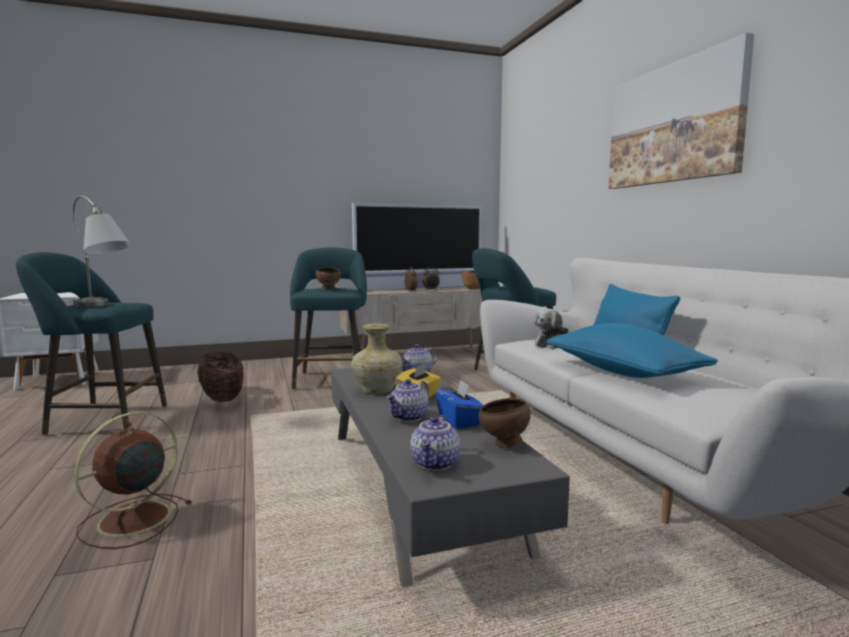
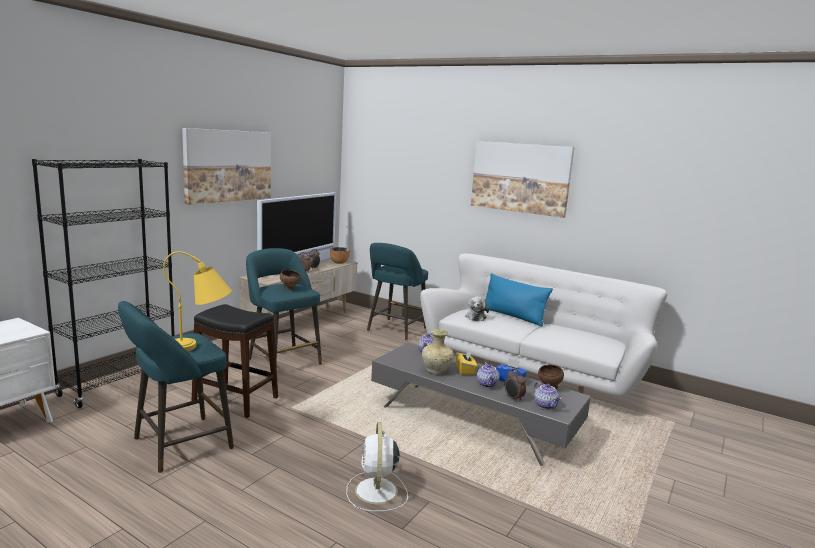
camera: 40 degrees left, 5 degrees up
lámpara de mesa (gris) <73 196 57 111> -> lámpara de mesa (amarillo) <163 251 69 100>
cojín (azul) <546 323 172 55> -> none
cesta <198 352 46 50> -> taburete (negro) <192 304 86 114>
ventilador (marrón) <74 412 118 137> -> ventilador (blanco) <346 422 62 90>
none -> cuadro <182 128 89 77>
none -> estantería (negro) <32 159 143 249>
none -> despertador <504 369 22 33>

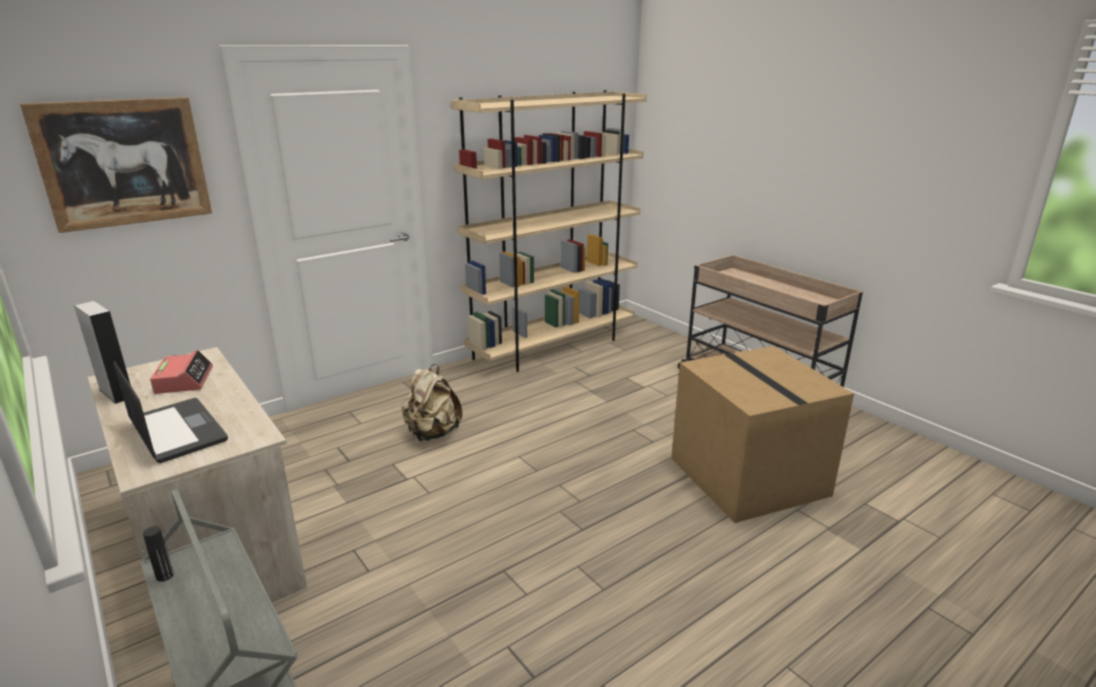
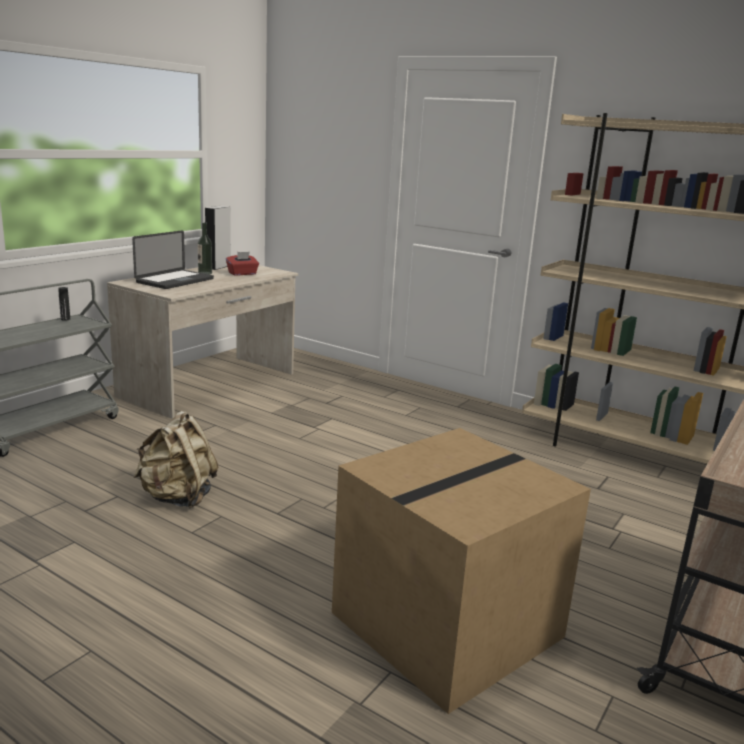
camera: 70 degrees right, 5 degrees down
cuadro <20 97 192 136> -> none
despertador <150 350 63 44> -> caja de pañuelos (rojo) <226 252 33 24>
mochila (beis) <401 364 61 78> -> mochila (beis) <133 411 85 97>, moved
none -> botella <198 222 14 52>

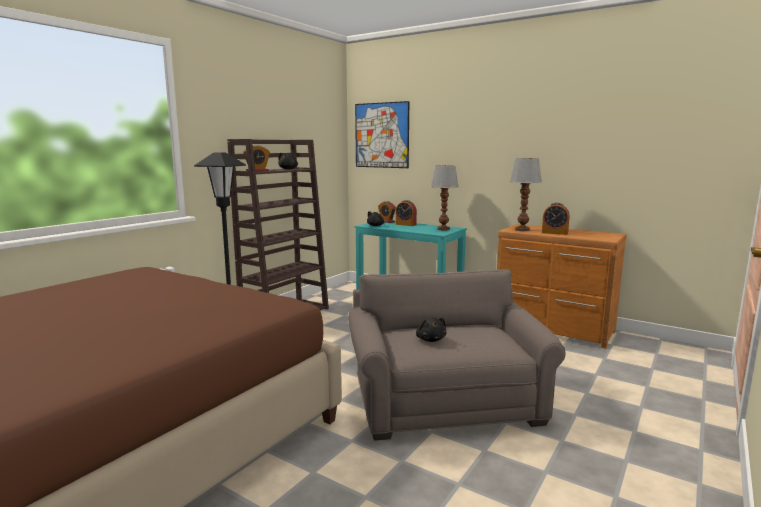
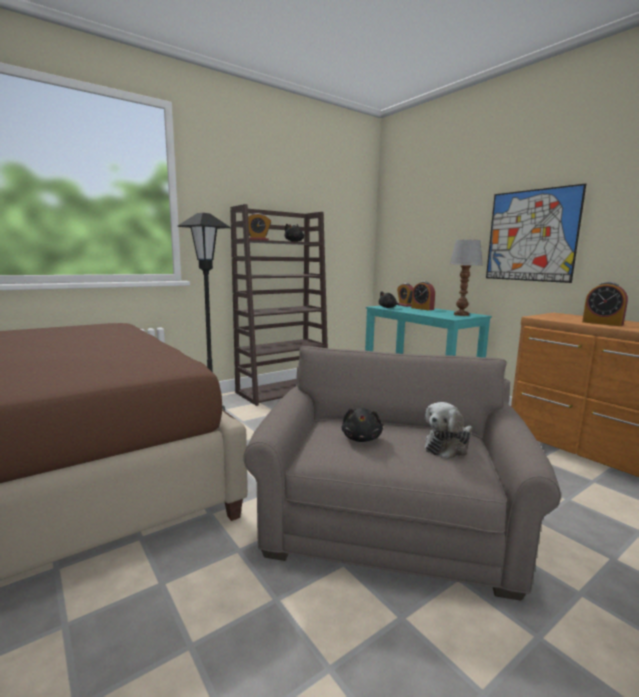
camera: 20 degrees right, 0 degrees up
cuadro <355 101 54 67> -> cuadro <486 183 100 100>, moved
lámpara de mesa <510 158 32 73> -> none
none -> peluche <424 402 48 57>

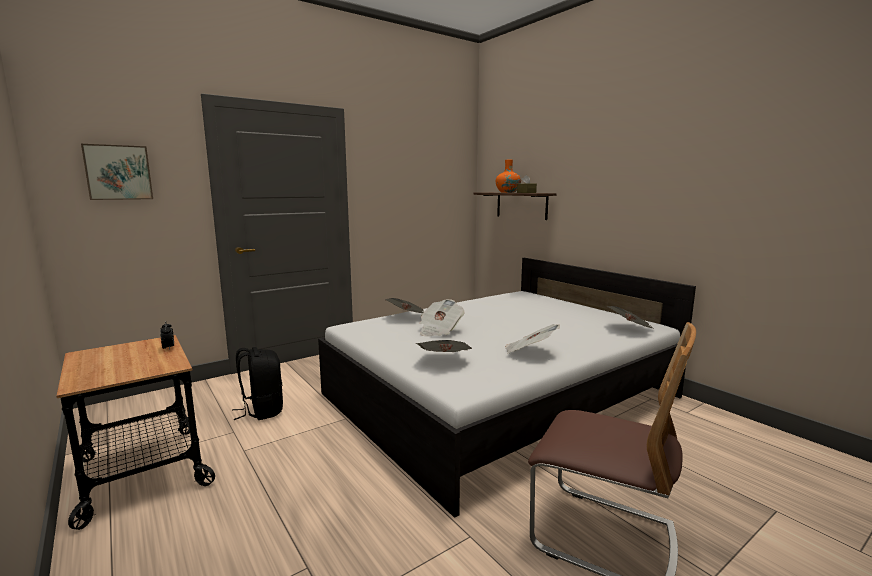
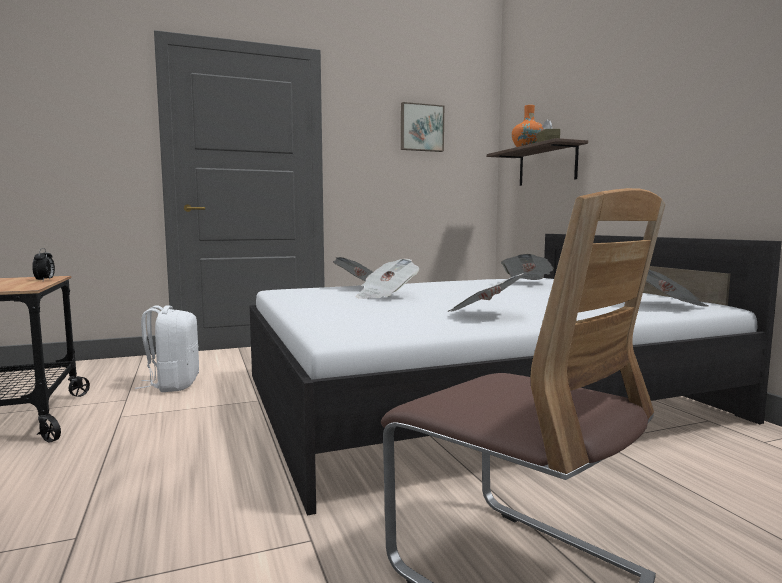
camera: 15 degrees right, 5 degrees down
cuadro <81 144 72 56> -> cuadro <401 102 43 50>, moved
periódico <416 340 56 12> -> periódico <501 254 53 26>, moved
mochila (negro) <232 347 51 73> -> mochila (blanco) <135 305 64 87>

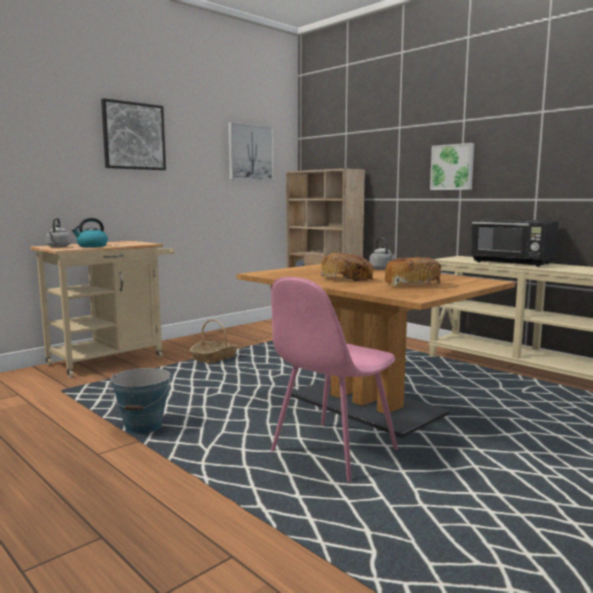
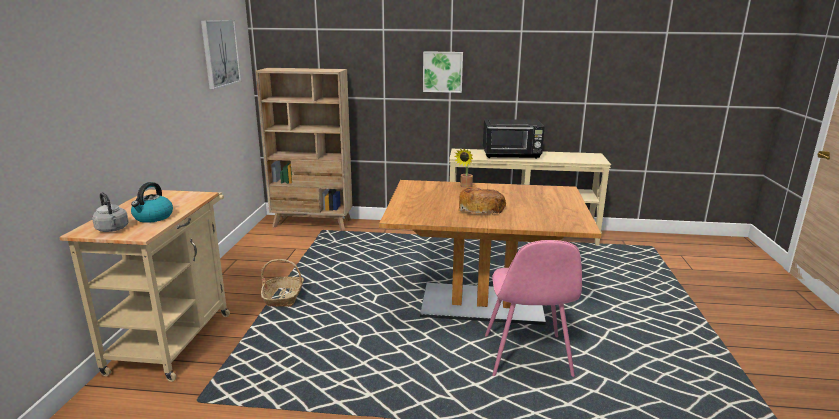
camera: 40 degrees left, 10 degrees up
cuadro <101 98 65 72> -> none
hervidor (gris) <370 238 25 32> -> planta en maceta <454 149 19 39>
pan <385 257 56 29> -> none
cubo <110 368 61 66> -> none

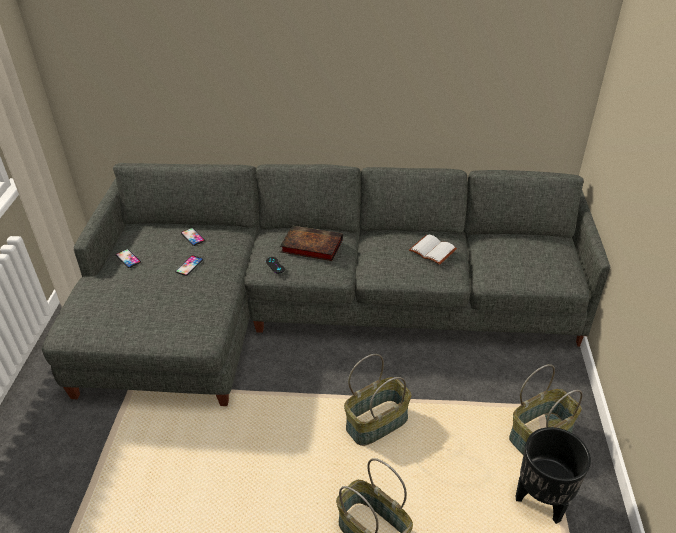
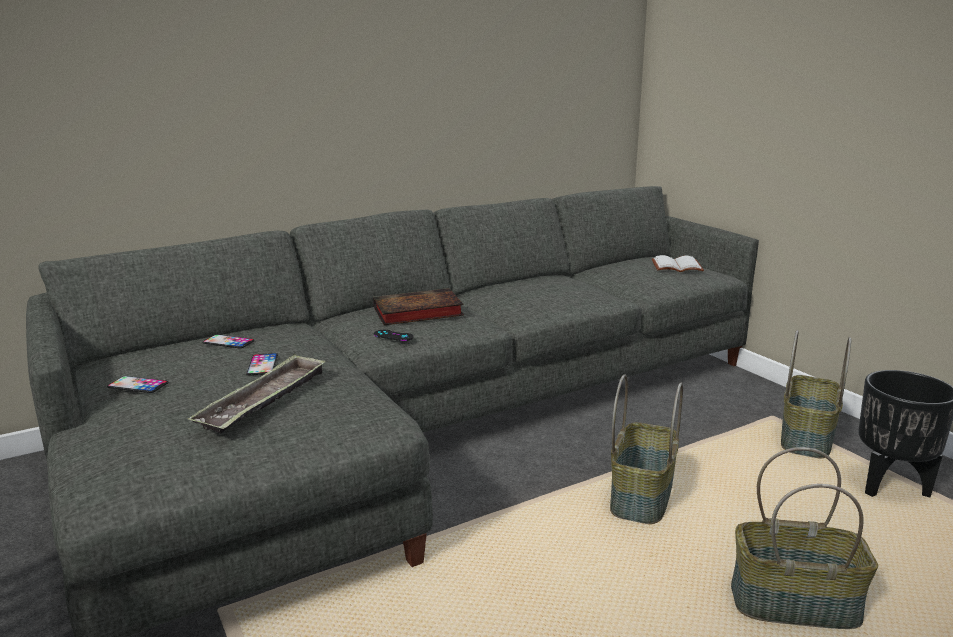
camera: 35 degrees left, 20 degrees down
libro (blanco) <409 234 48 31> -> libro (blanco) <652 255 52 17>, moved
none -> bandeja <188 354 138 80>

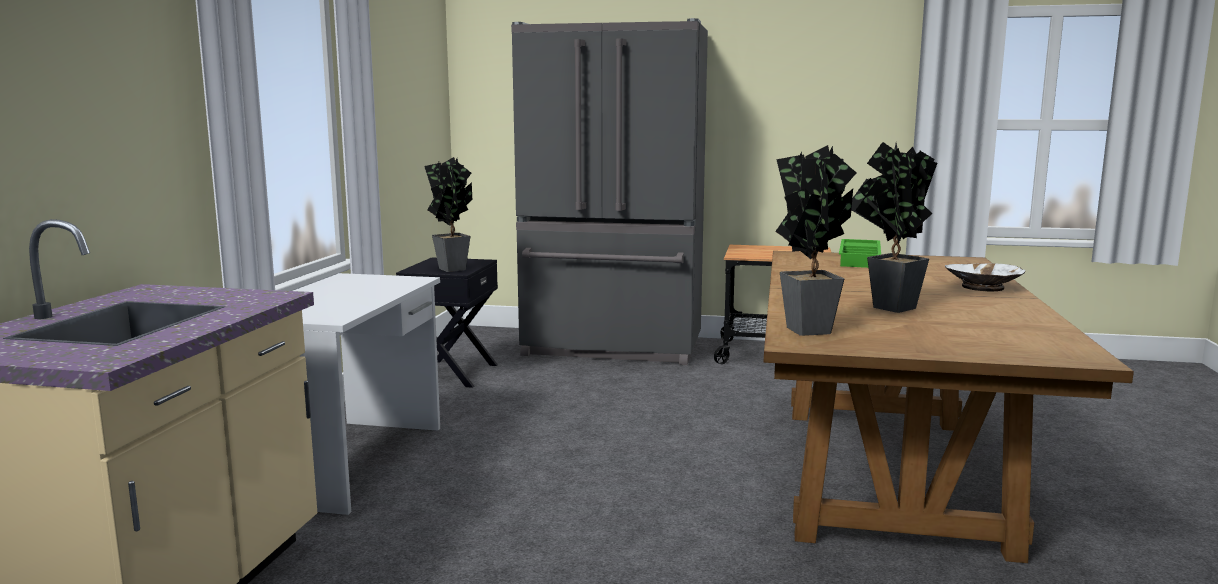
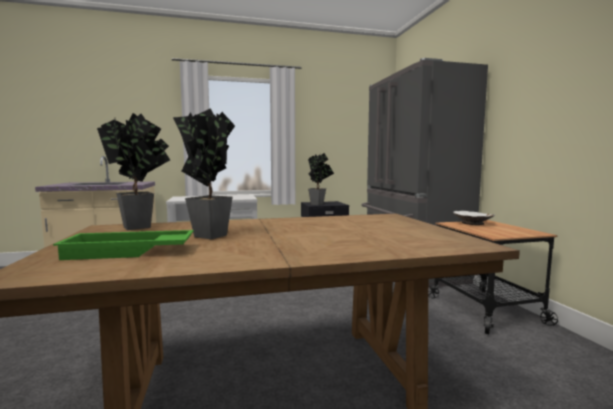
camera: 65 degrees right, 5 degrees down
bandeja (verde) <839 239 42 29> -> bandeja (verde) <53 230 141 30>, moved
cuenco (blanco) <945 263 81 28> -> cuenco (blanco) <453 211 42 14>, moved

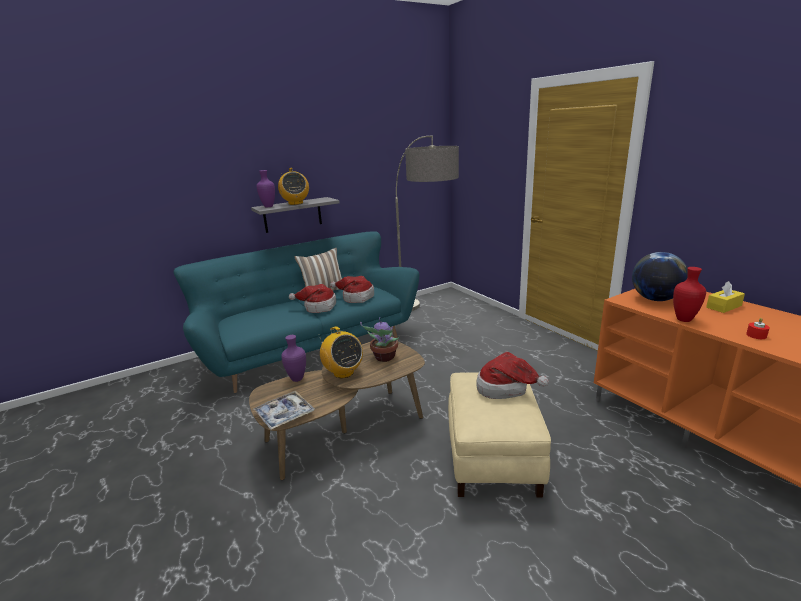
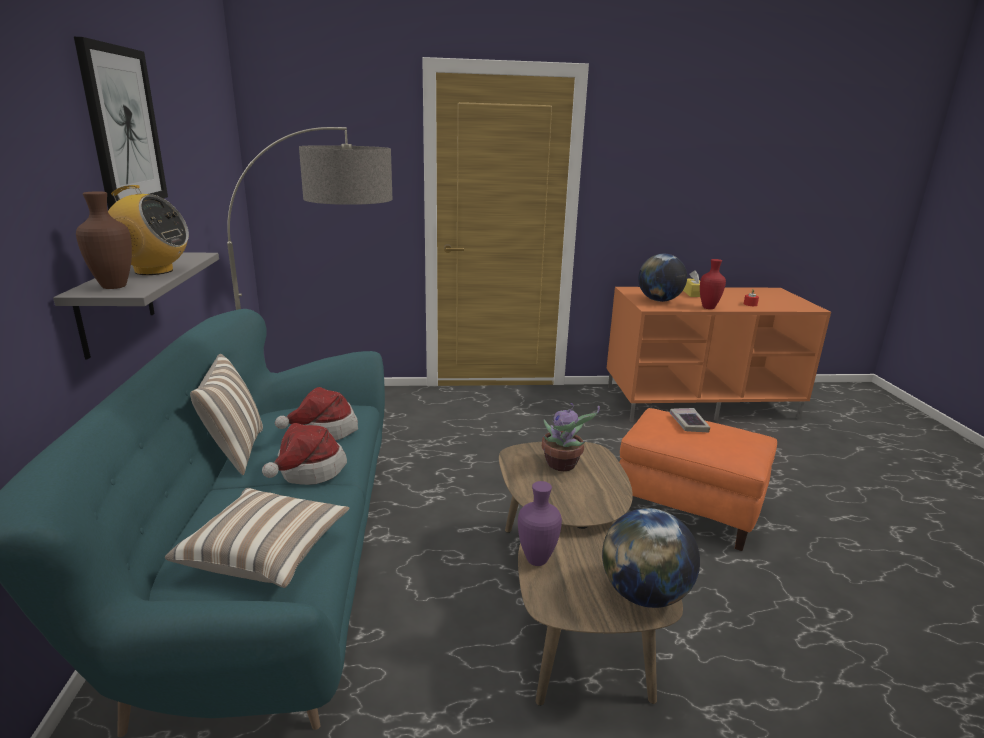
camera: 65 degrees left, 0 degrees up
florero (morado) <256 170 19 37> -> florero (marrón) <76 192 56 97>
radio <320 326 43 52> -> none
sombrero <476 352 73 47> -> libro <670 408 40 24>
puf (beis) <448 372 103 126> -> puf (naranja) <619 408 158 143>
bandeja <254 391 61 39> -> globo terráqueo <602 508 98 100>
none -> cuadro <74 37 94 173>
none -> cojín <165 488 184 100>

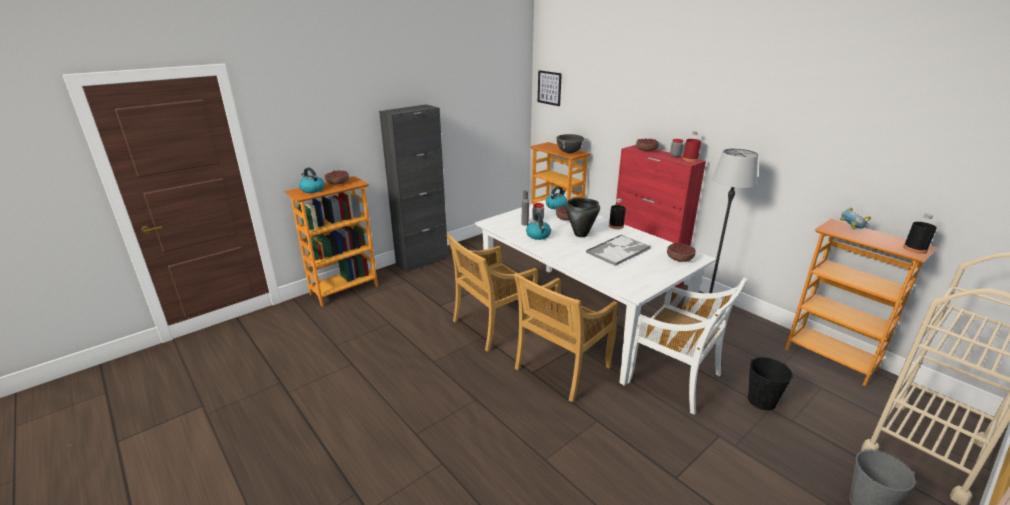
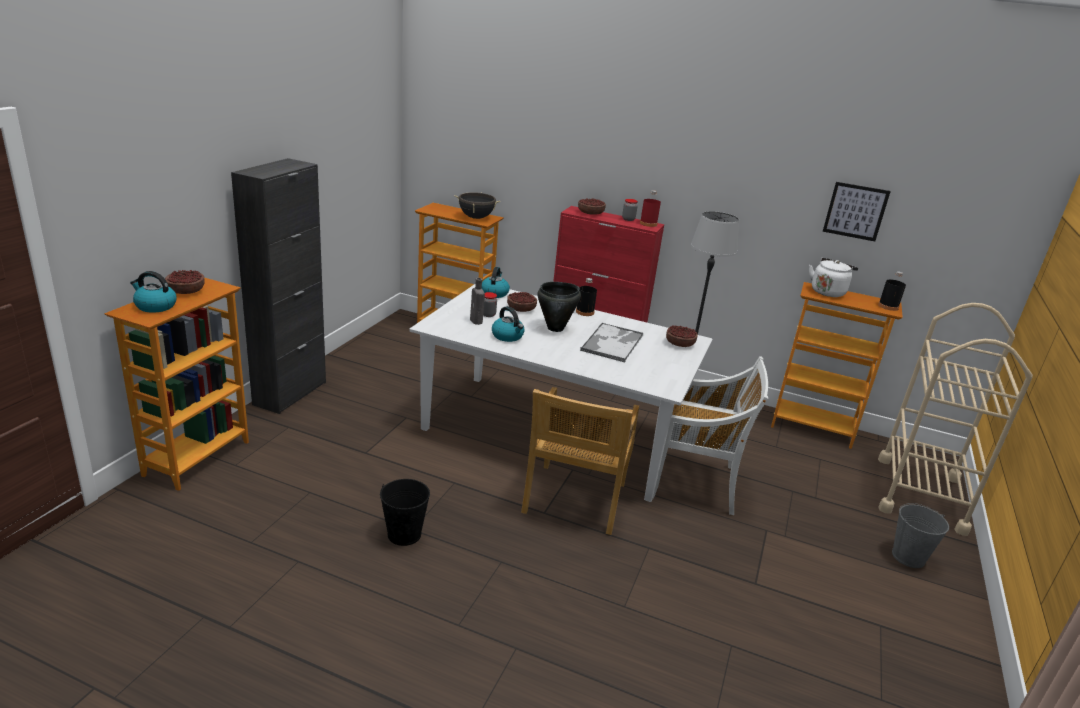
camera: 30 degrees left, 0 degrees up
cuadro <538 70 24 36> -> cuadro <823 182 68 59>, moved
cuenco <840 207 31 22> -> hervidor (blanco) <809 258 49 39>
silla (beis) <447 234 91 118> -> none
cubo (negro) <748 357 45 53> -> cubo (negro) <380 479 50 67>, moved

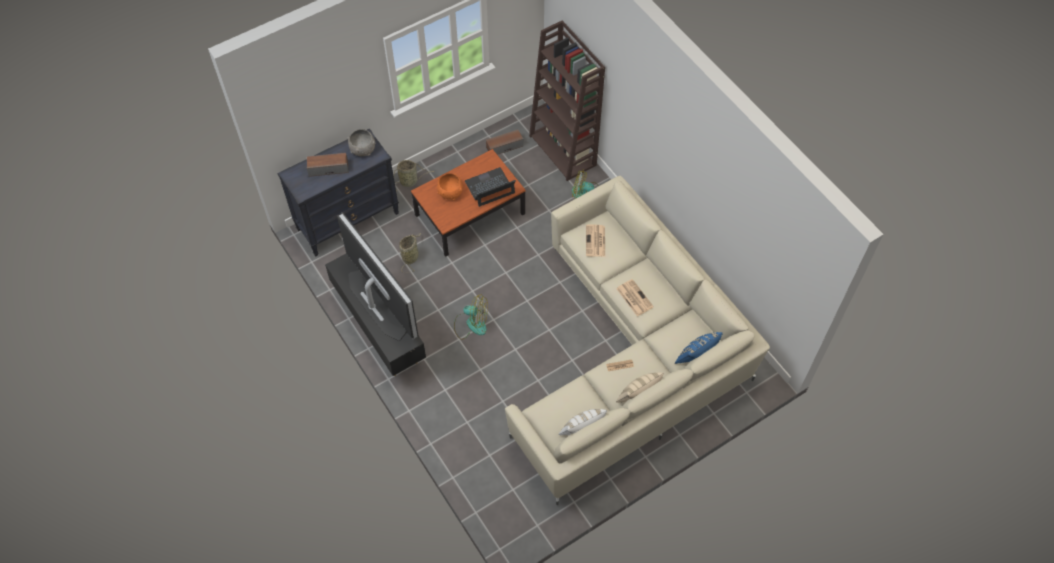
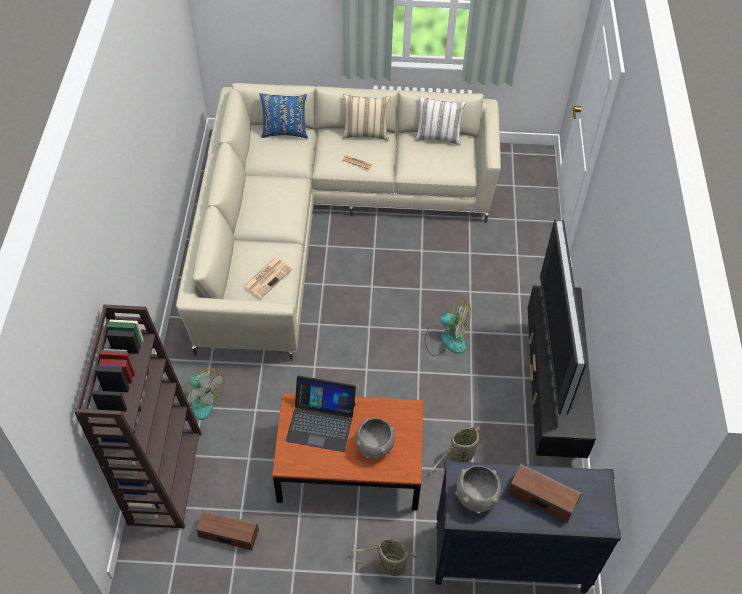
camera: 145 degrees left, 5 degrees down
cuenco (naranja) <437 173 26 27> -> cuenco (gris) <355 418 40 41>
periódico <616 279 38 37> -> none
ventilador <454 294 34 46> -> ventilador <425 300 46 56>, 150 degrees clockwise

